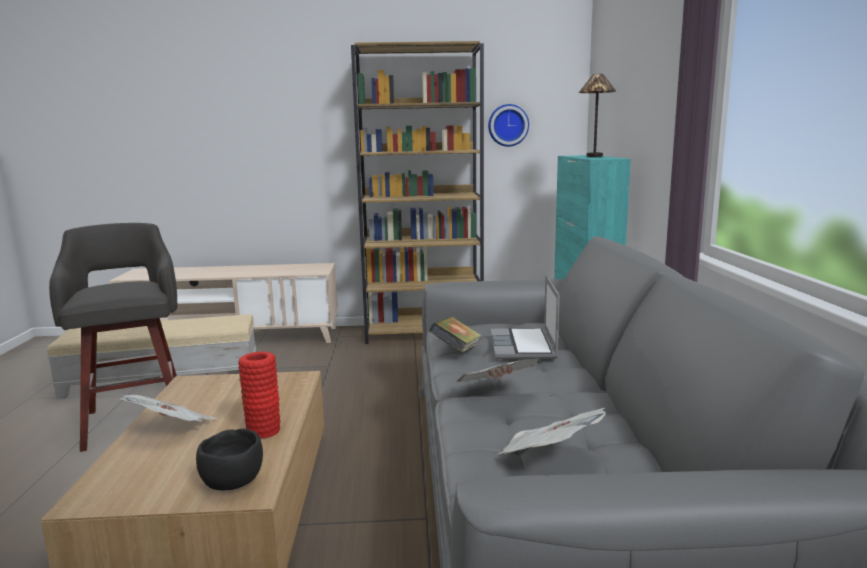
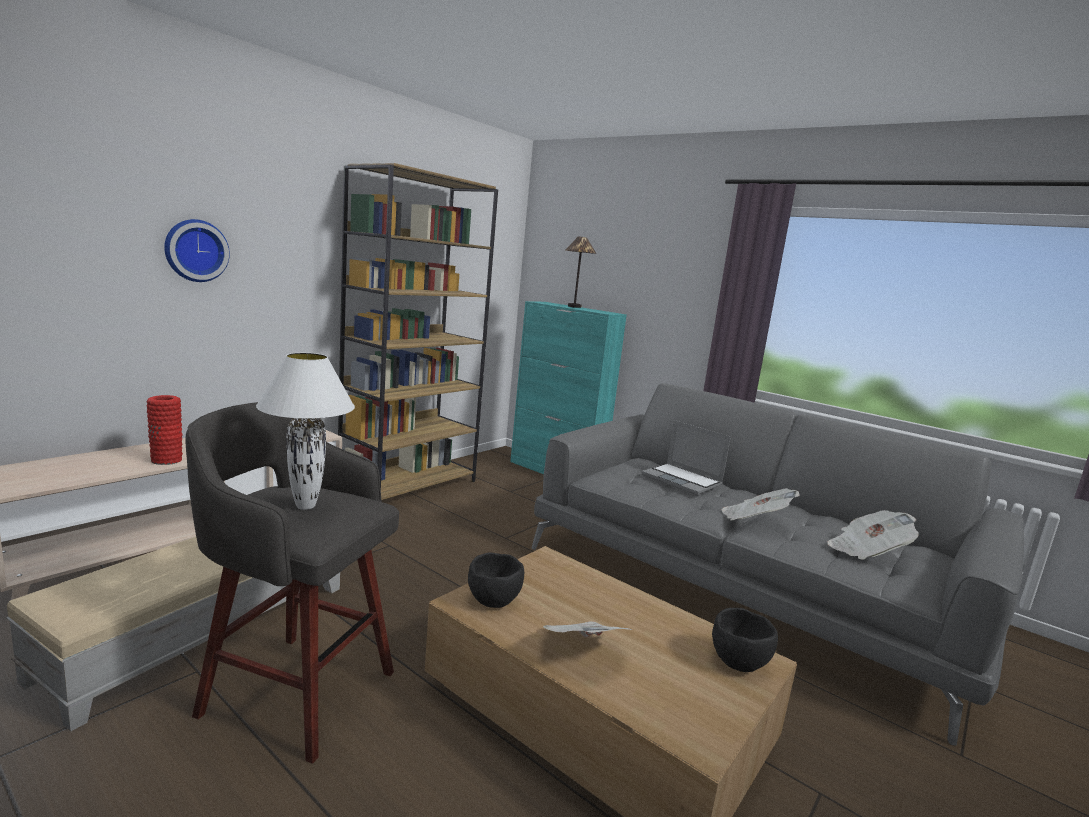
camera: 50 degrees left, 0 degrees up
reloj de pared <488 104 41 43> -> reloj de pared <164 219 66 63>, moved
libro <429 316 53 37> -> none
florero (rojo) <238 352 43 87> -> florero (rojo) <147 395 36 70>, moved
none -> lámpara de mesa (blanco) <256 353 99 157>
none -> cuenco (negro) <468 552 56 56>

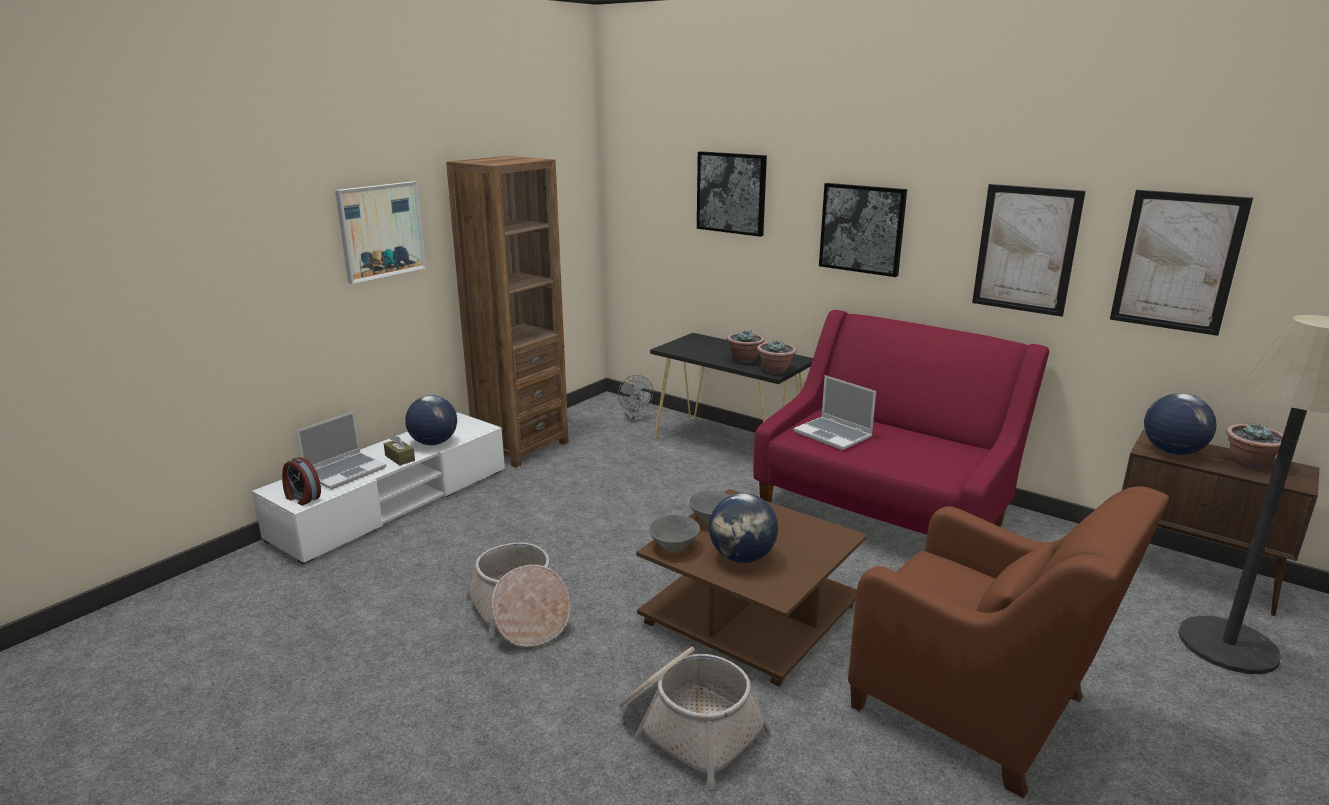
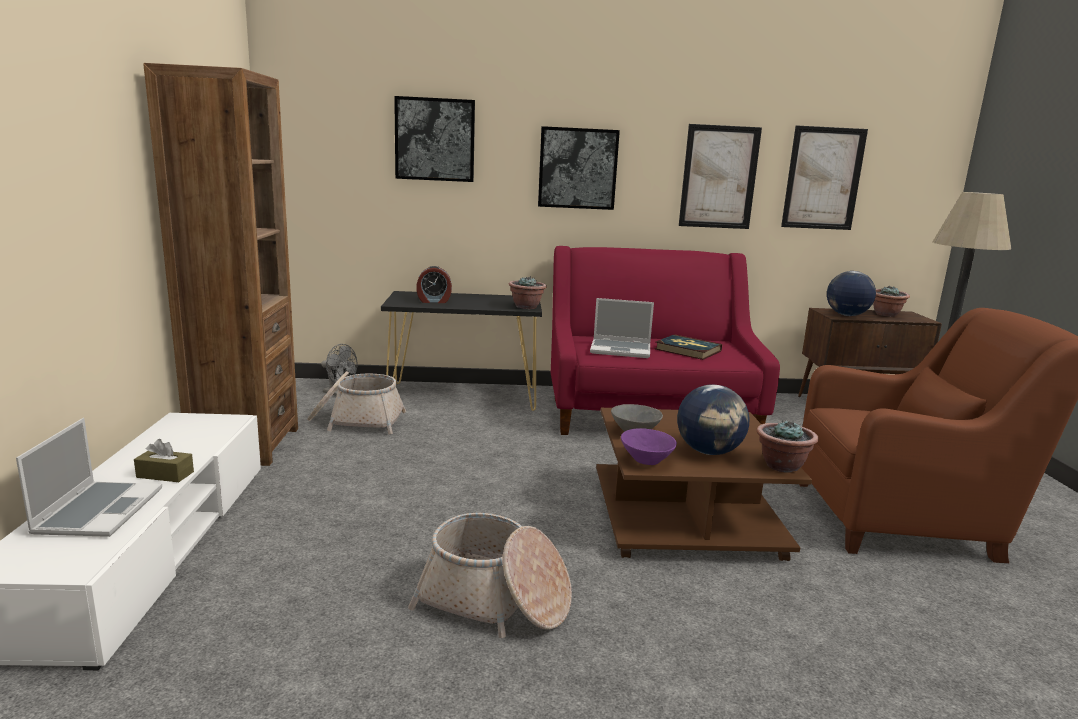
camera: 40 degrees left, 5 degrees down
cuadro <335 181 91 103> -> none
planta en maceta <727 330 38 33> -> planta en maceta <757 420 62 53>, moved
globo terráqueo <405 395 52 50> -> none
despertador <282 457 39 48> -> despertador <416 266 36 37>, moved
cuenco (gris) <649 515 51 37> -> cuenco (morado) <621 428 56 37>
cesta <619 646 152 143> -> cesta <307 371 99 64>, moved
none -> libro <655 334 67 26>

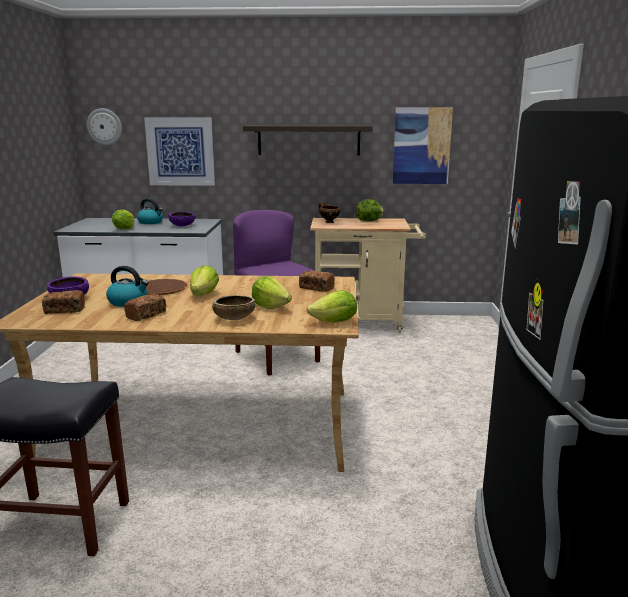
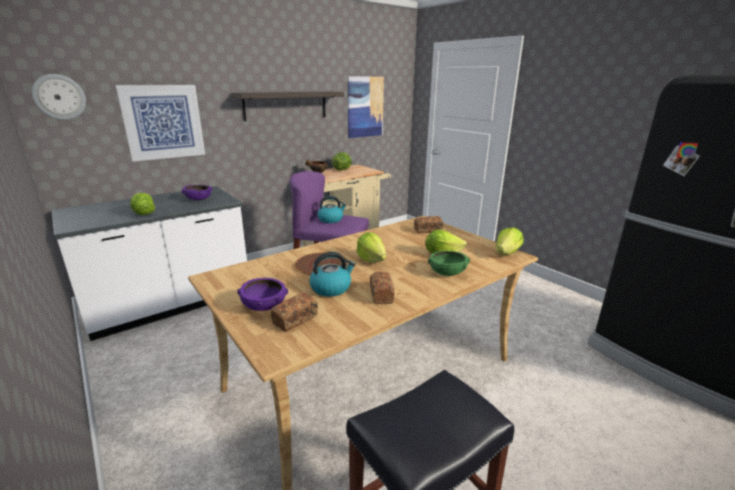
camera: 40 degrees left, 5 degrees up
hervidor <137 198 26 26> -> hervidor <317 196 30 27>, moved
cuenco (marrón) <212 295 43 25> -> cuenco (verde) <428 251 42 25>

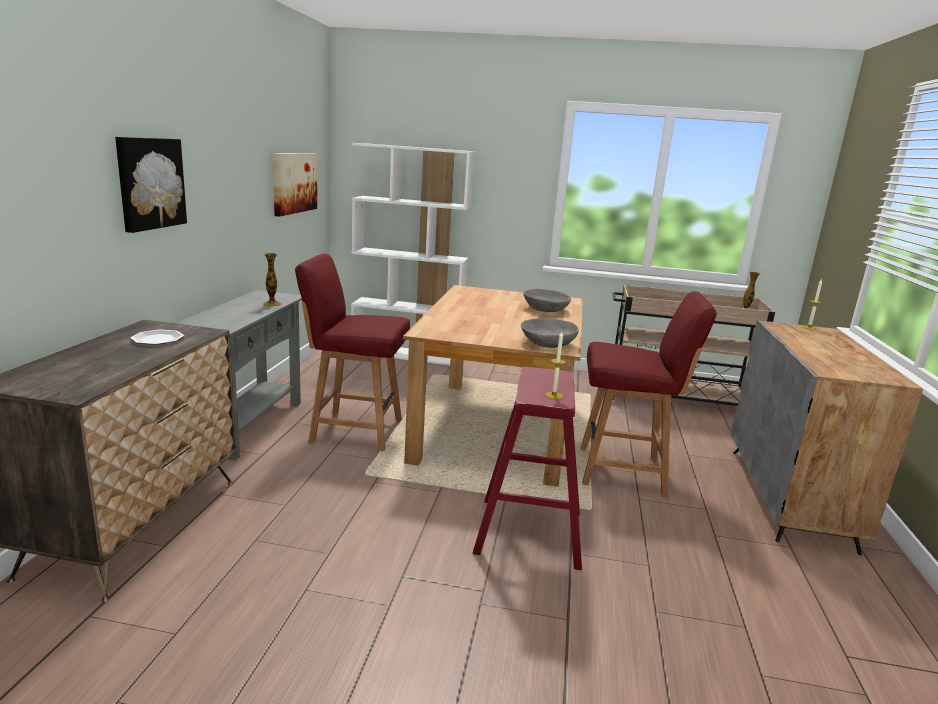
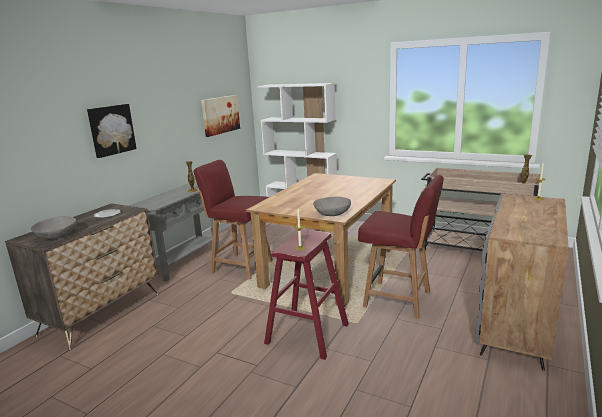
camera: 20 degrees right, 0 degrees up
cuenco (gris) <524 289 47 23> -> cuenco (gris) <31 216 46 23>, moved

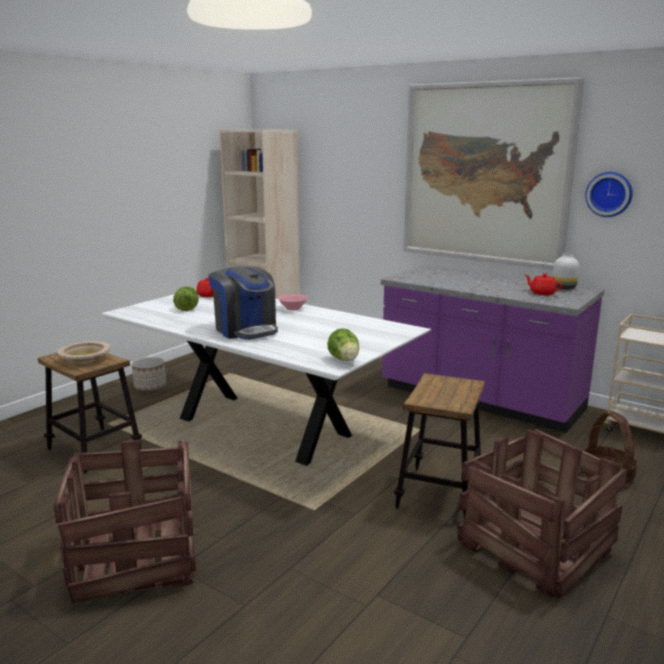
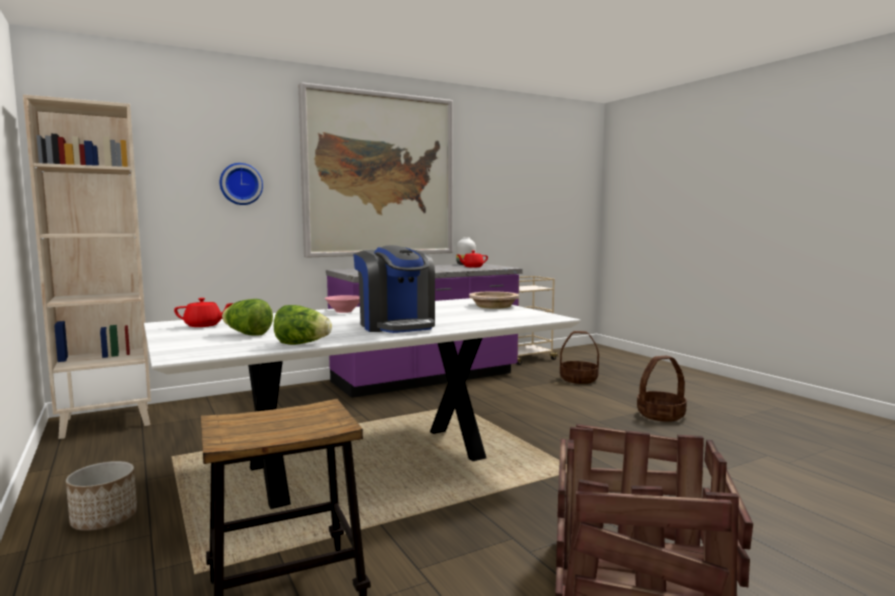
camera: 65 degrees left, 10 degrees down
reloj de pared <585 172 48 45> -> reloj de pared <220 163 43 42>, moved
cafetera <208 266 70 74> -> cafetera <353 245 82 88>, 75 degrees clockwise
lechuga <327 328 32 33> -> lechuga <273 305 59 40>, moved
cuenco (beis) <58 341 52 25> -> cuenco (beis) <469 291 50 18>, moved
taburete <394 373 91 145> -> none
caja de embalaje <458 429 169 170> -> cesta <637 356 50 66>

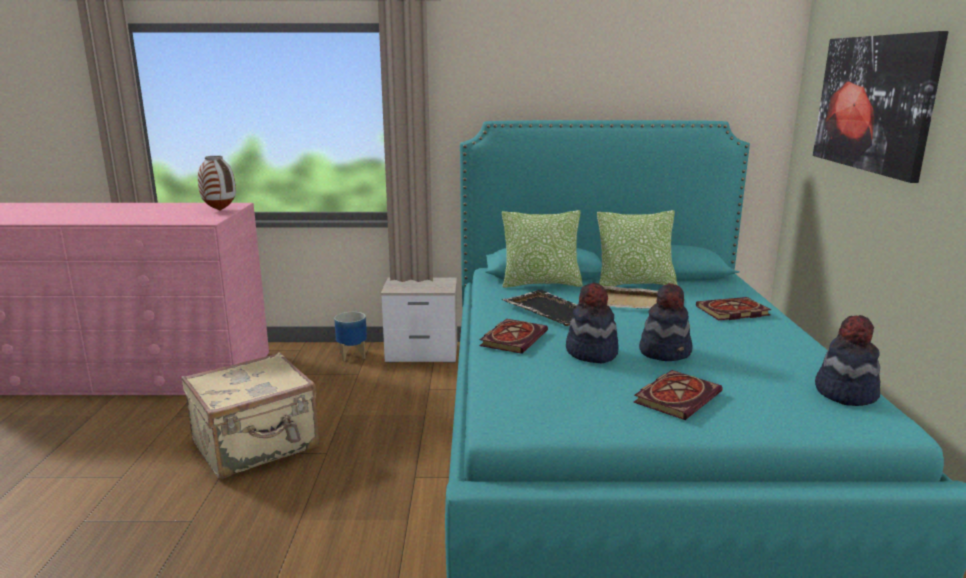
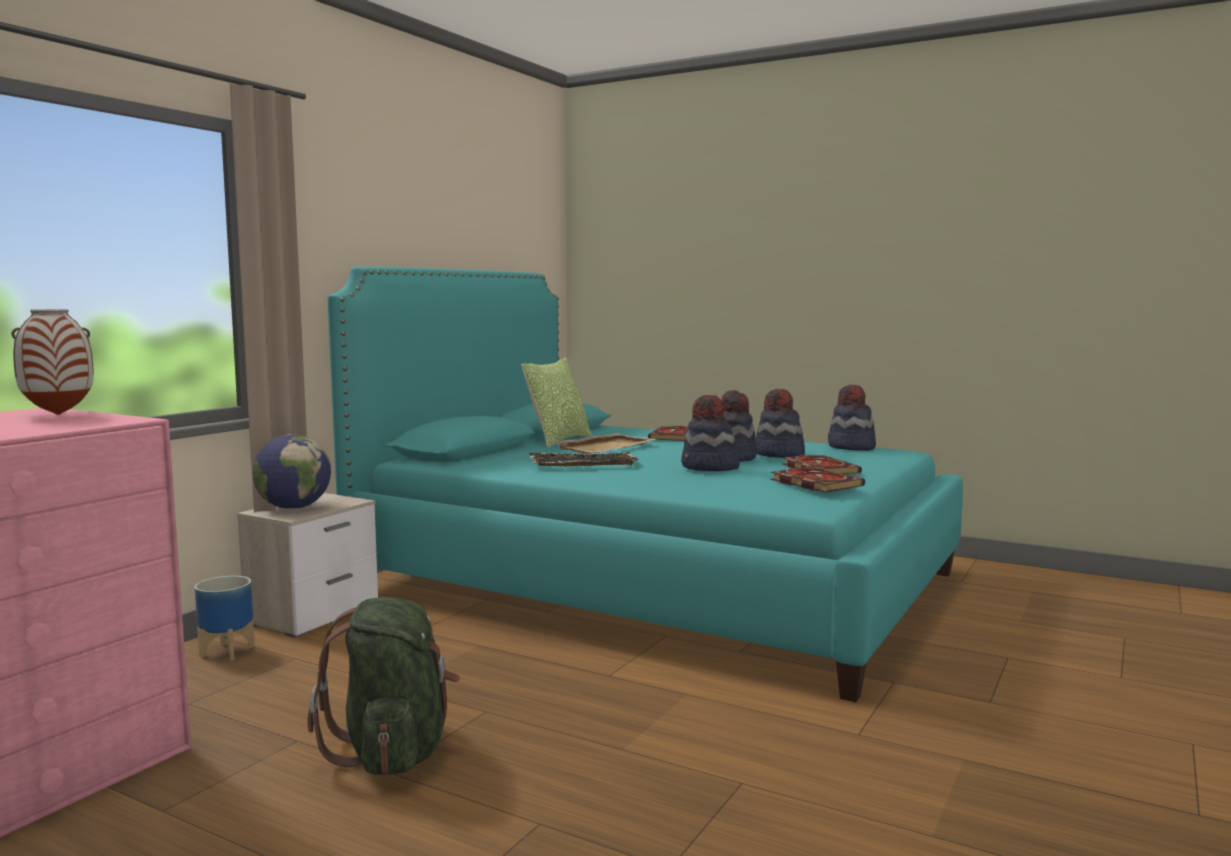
camera: 60 degrees left, 10 degrees down
cuadro <813 31 136 152> -> none
cojín <502 210 81 78> -> none
libro <480 319 68 35> -> libro <770 467 95 26>, moved
maleta (beis) <181 352 138 127> -> mochila (verde) <307 597 153 179>
none -> sombrero <756 389 49 69>
none -> globo terráqueo <252 434 79 75>

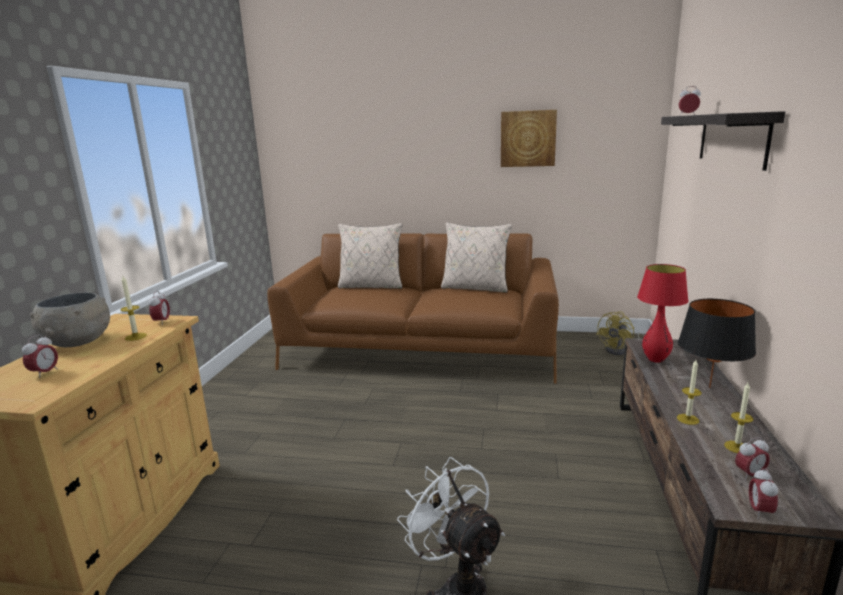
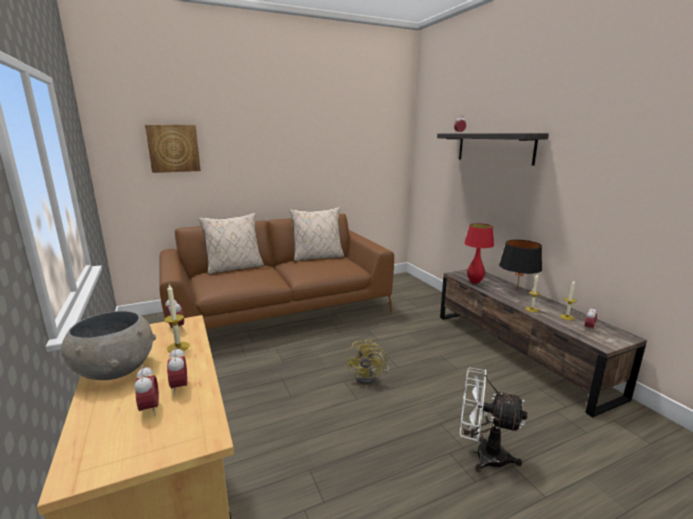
camera: 35 degrees left, 0 degrees up
cuadro <501 110 56 57> -> cuadro <145 125 56 48>, moved
ventilador (amarillo) <596 311 49 44> -> ventilador (amarillo) <346 338 43 47>, moved
despertador <749 468 29 51> -> despertador <167 347 20 48>, moved

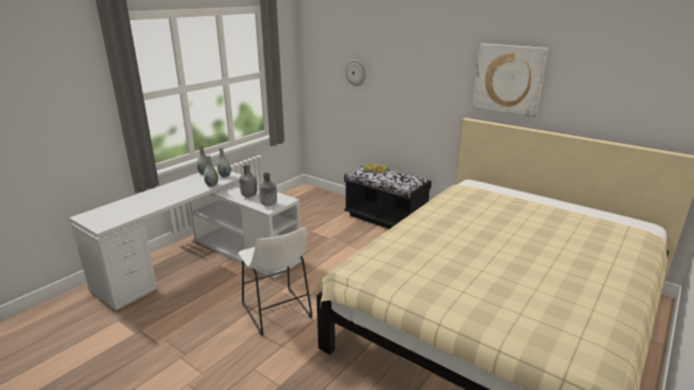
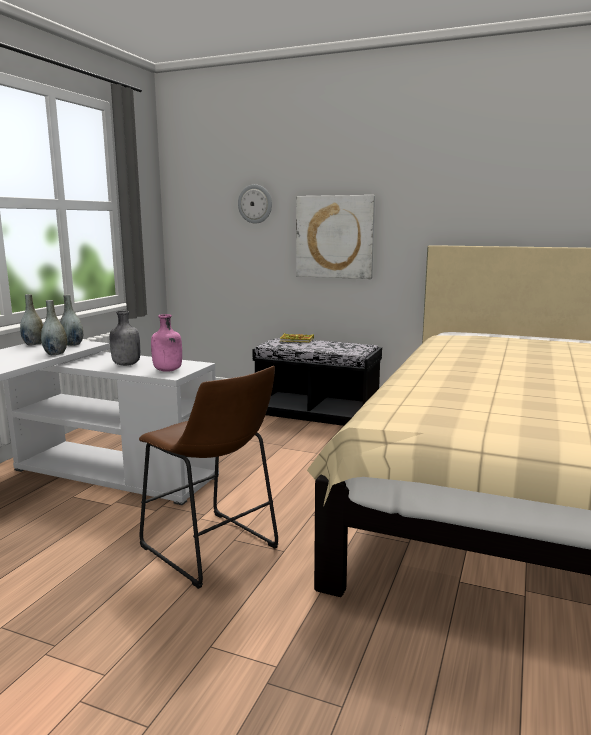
camera: 15 degrees left, 10 degrees down
cuadro <473 43 75 74> -> cuadro <296 195 79 84>, moved
botella (gris) <259 173 18 33> -> botella (rosa) <151 314 31 58>
taburete (blanco) <238 227 75 109> -> taburete (marrón) <139 366 139 223>

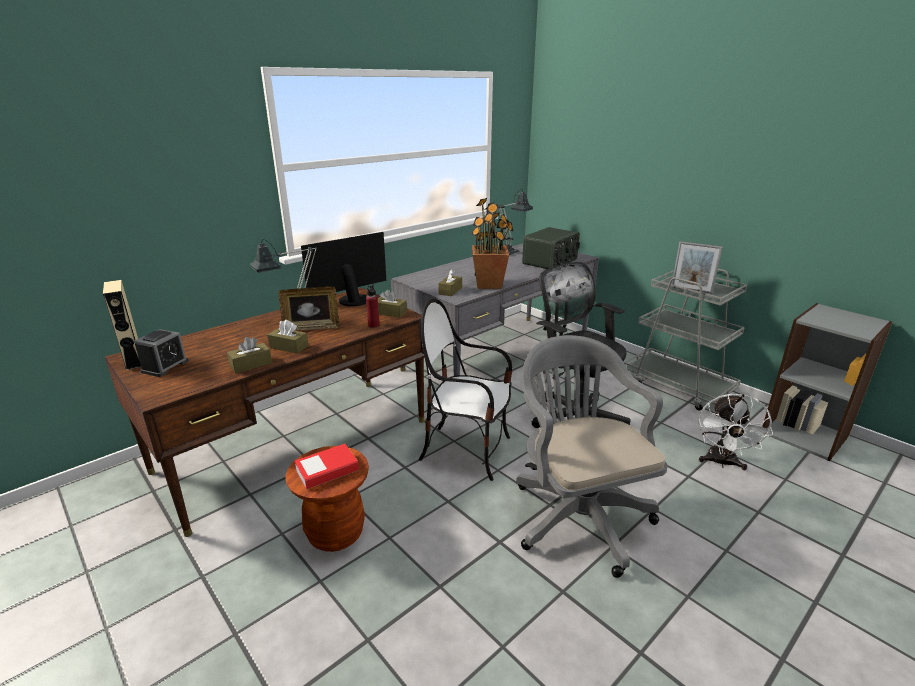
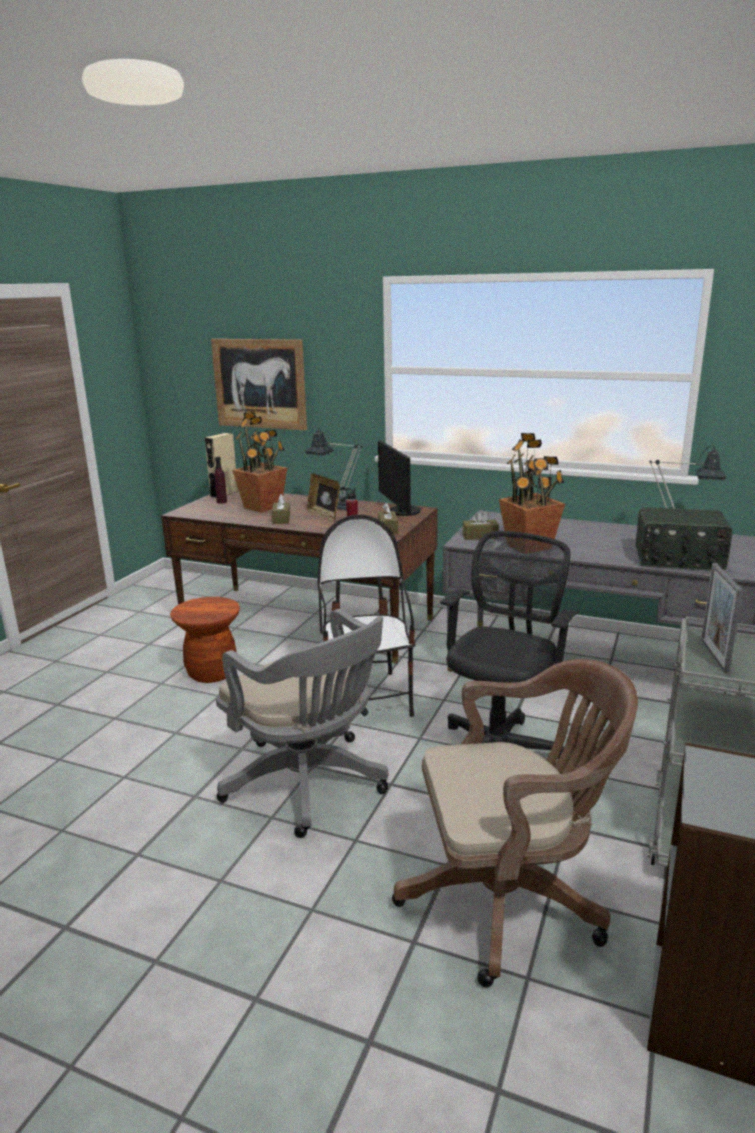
camera: 65 degrees right, 5 degrees down
monitor <301 232 85 74> -> monitor <378 440 43 76>, 135 degrees counterclockwise
despertador <134 329 54 48> -> botella (morado) <214 457 13 47>
silla de oficina (gris) <516 335 152 243> -> silla de oficina (gris) <216 609 172 229>, 90 degrees clockwise
caja de pañuelos (marrón) <227 337 45 36> -> none
ventilador (blanco) <699 393 74 78> -> silla de oficina (marrón) <392 659 246 328>
libro <294 444 65 46> -> none
none -> cuadro <211 339 96 91>
none -> planta en maceta <232 412 55 101>

